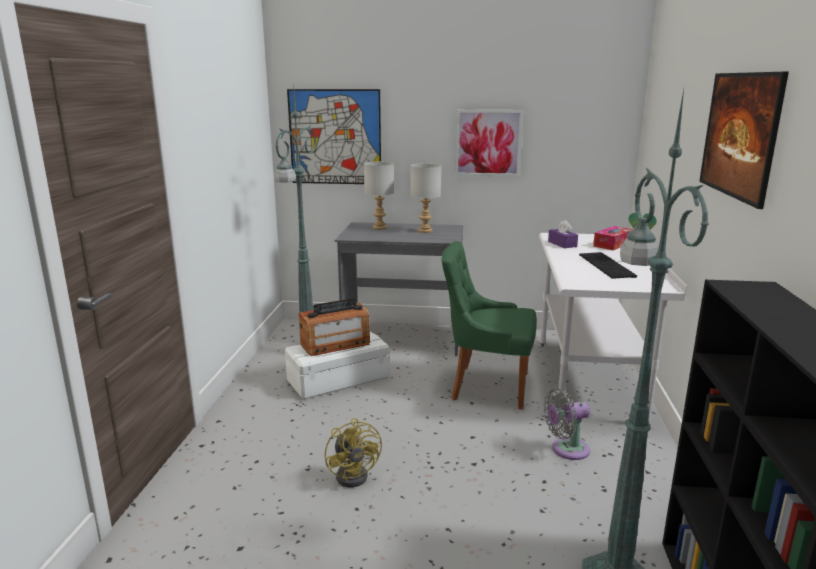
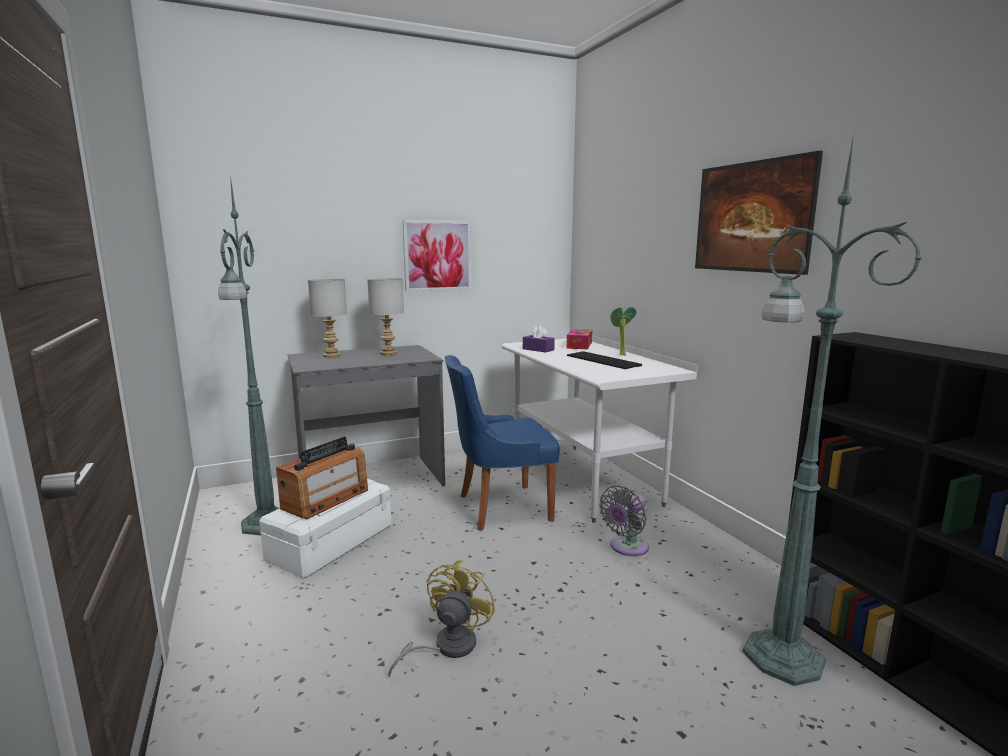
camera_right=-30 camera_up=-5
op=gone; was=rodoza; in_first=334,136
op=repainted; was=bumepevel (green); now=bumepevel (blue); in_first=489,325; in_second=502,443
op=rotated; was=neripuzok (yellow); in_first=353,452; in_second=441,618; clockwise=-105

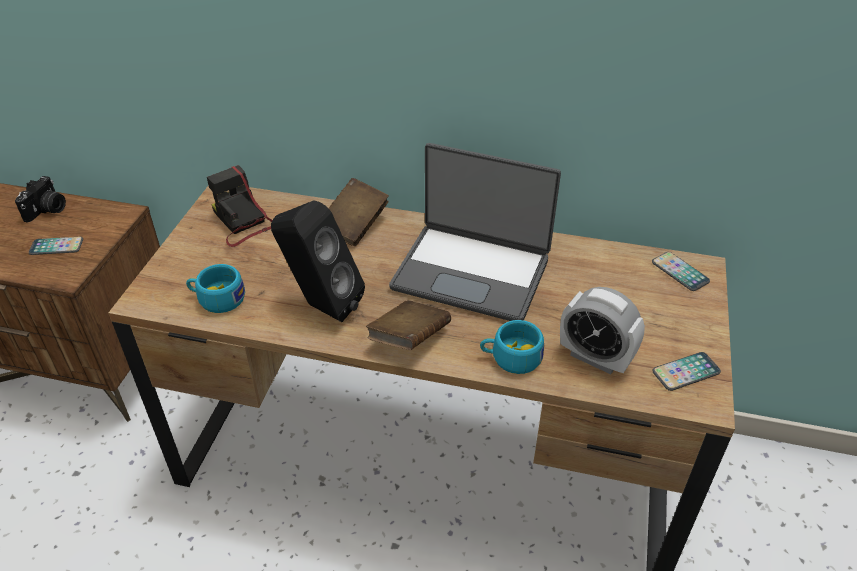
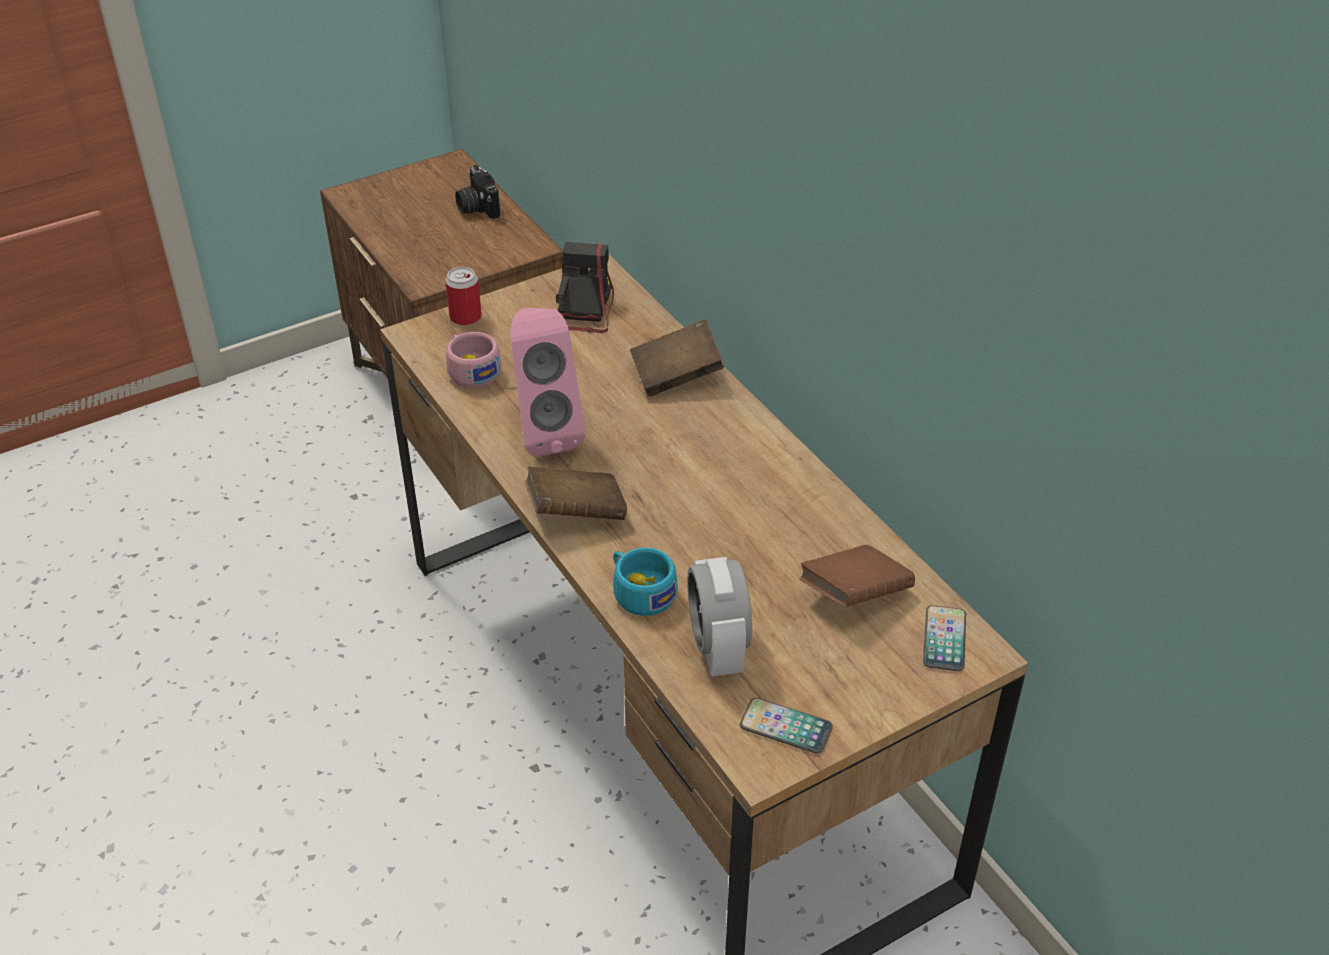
camera_right=45 camera_up=0
op=gone; was=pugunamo; in_first=56,246
op=gone; was=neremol; in_first=475,232
op=new; now=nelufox; in_second=463,296
op=new; now=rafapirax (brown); in_second=857,576
op=repainted; was=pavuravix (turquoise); now=pavuravix (pink); in_first=215,288; in_second=474,360
op=repainted; was=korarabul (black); now=korarabul (pink); in_first=318,261; in_second=547,382
op=rotated; was=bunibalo; in_first=40,199; in_second=477,192; clockwise=90

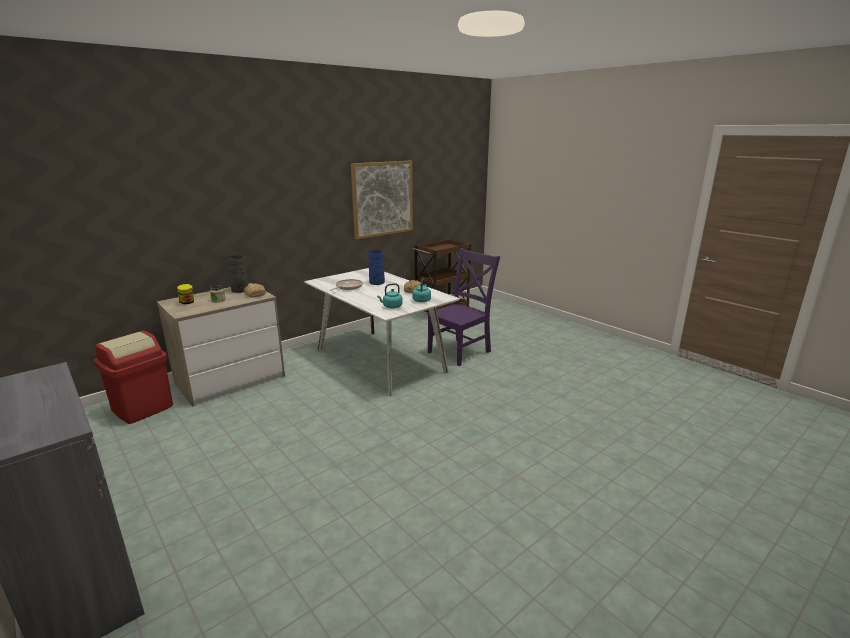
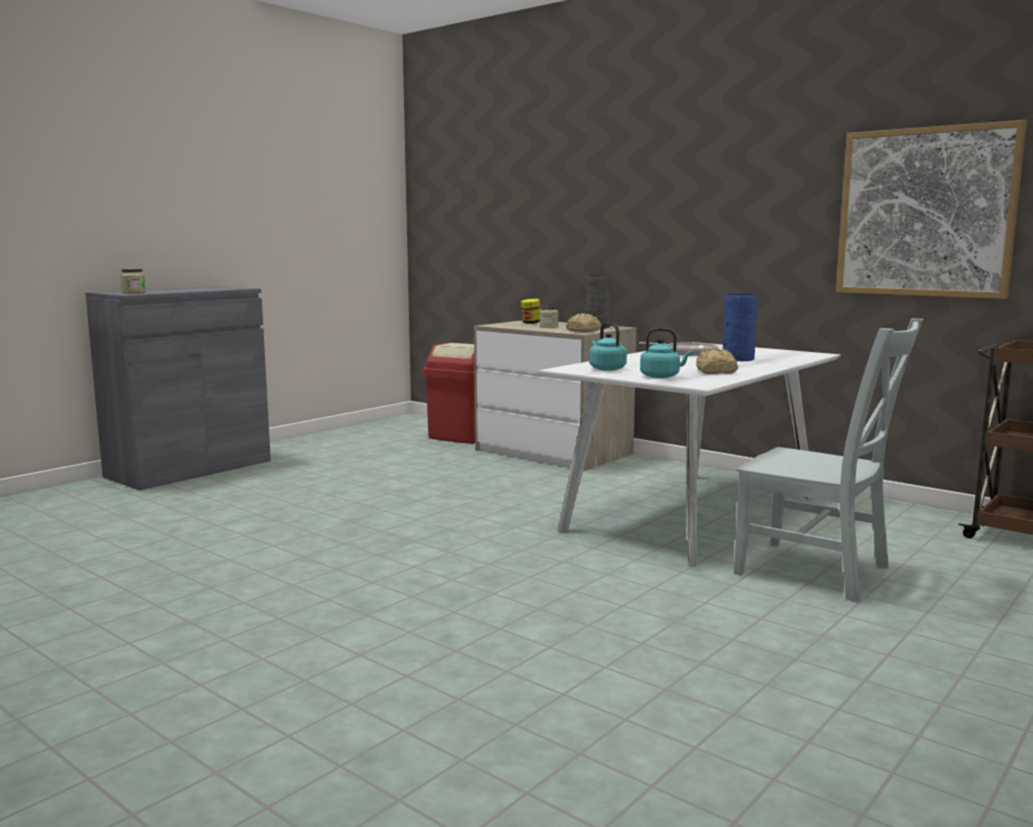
camera_right=80 camera_up=-10
op=new; now=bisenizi; in_second=133,281
op=repainted; was=bumepevel (purple); now=bumepevel (grey); in_first=463,307; in_second=828,461

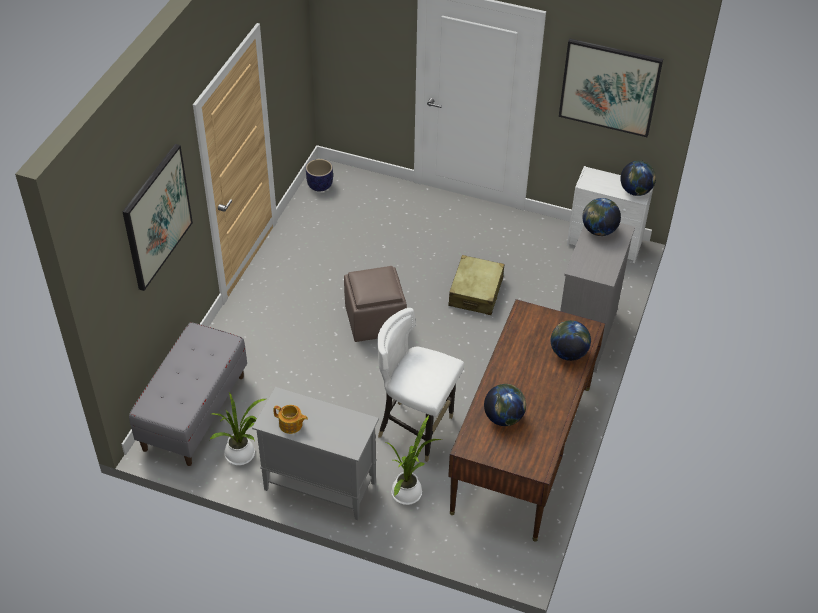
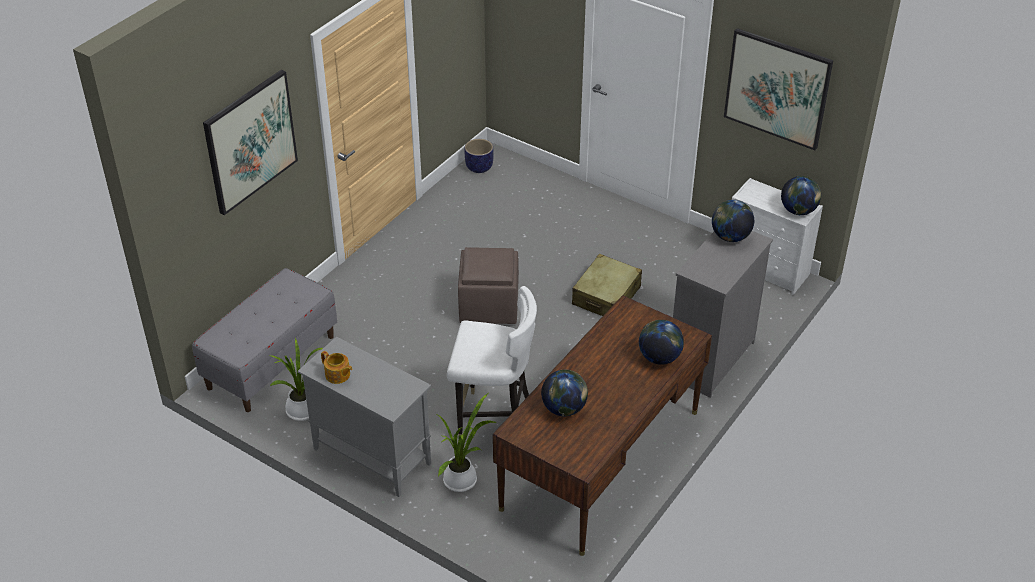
camera_right=15 camera_up=-5
op=rotated; was=bumepevel (white); in_first=420,385; in_second=492,360; clockwise=150

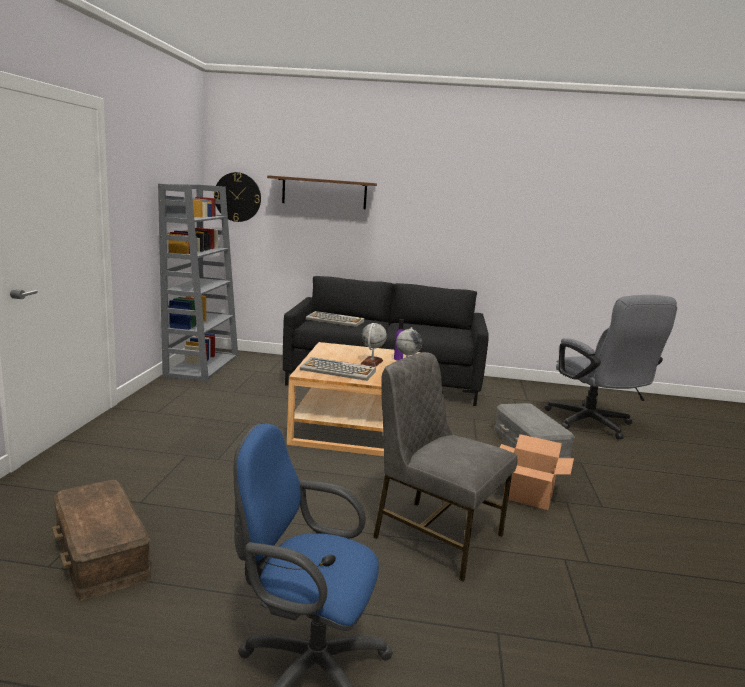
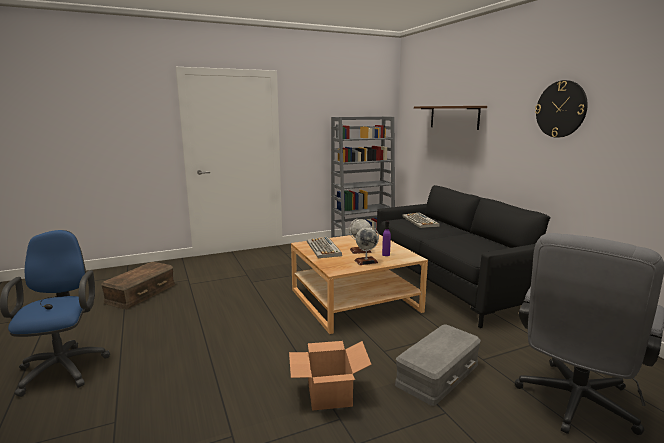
camera_right=60 camera_up=0
op=gone; was=bumepevel (grey); in_first=445,467
op=shifted; was=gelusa; in_first=237,197; in_second=561,109

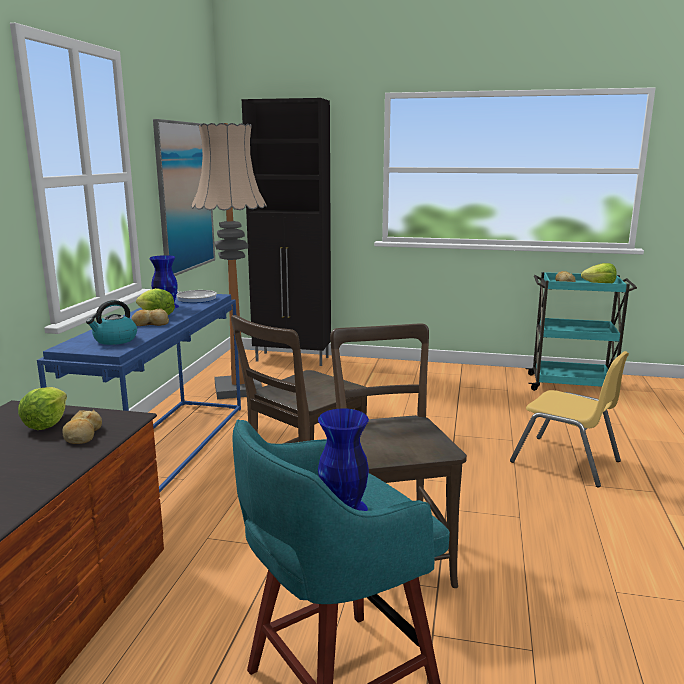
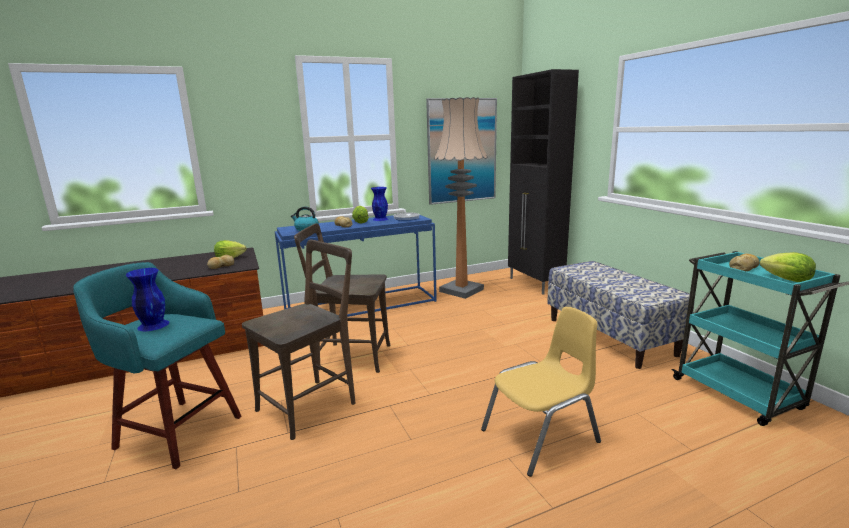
camera_right=55 camera_up=0
op=new; now=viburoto; in_second=620,315
op=rotated; was=bumepevel (yellow); in_first=569,419; in_second=541,392; clockwise=-120

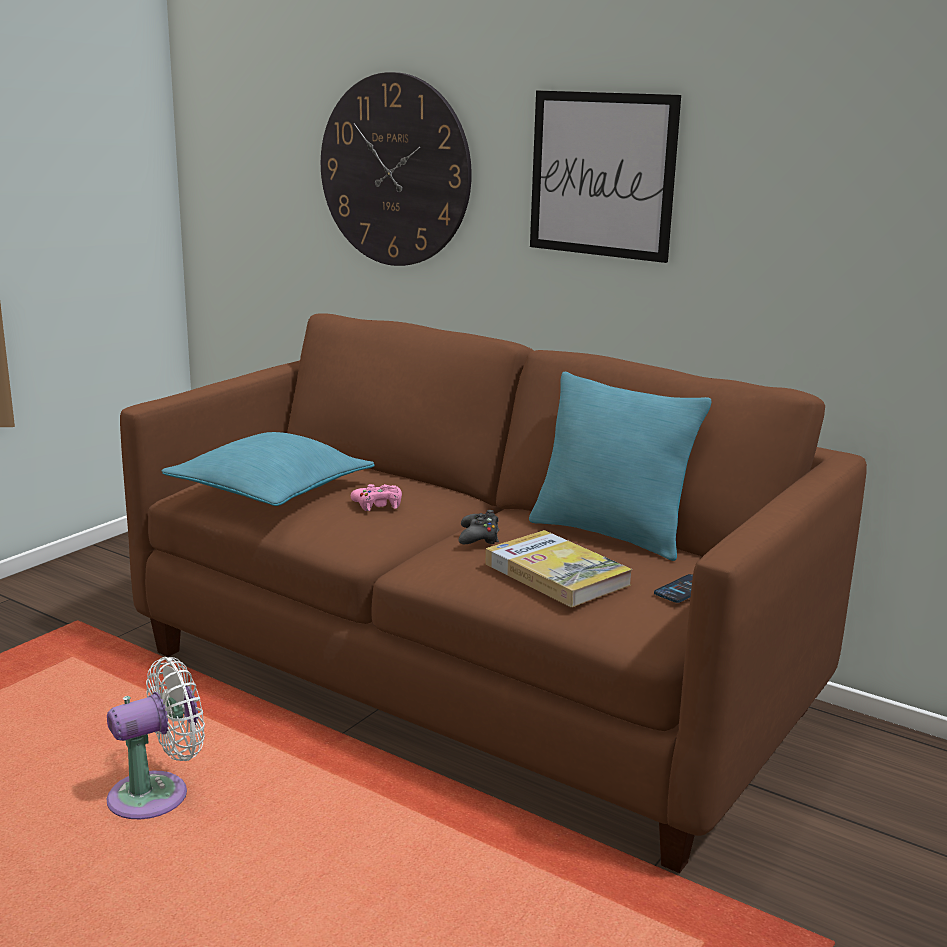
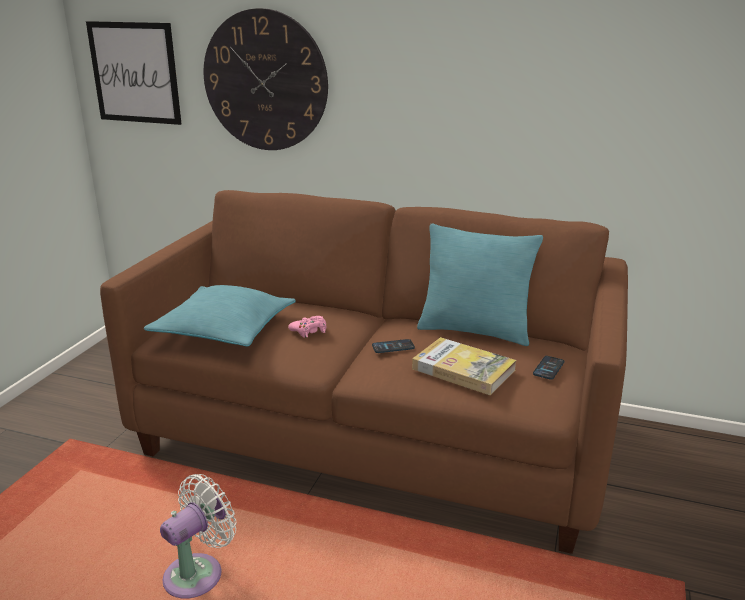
camera_right=-15 camera_up=5
op=shifted; was=rodoza; in_first=605,176; in_second=133,73
op=swapped; was=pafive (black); now=pugunamo; in_first=479,527; in_second=393,346

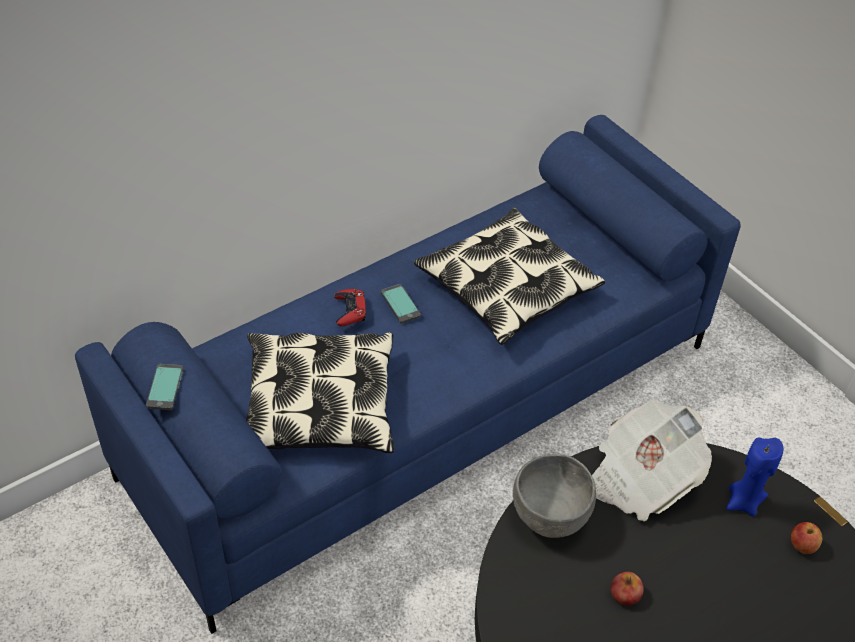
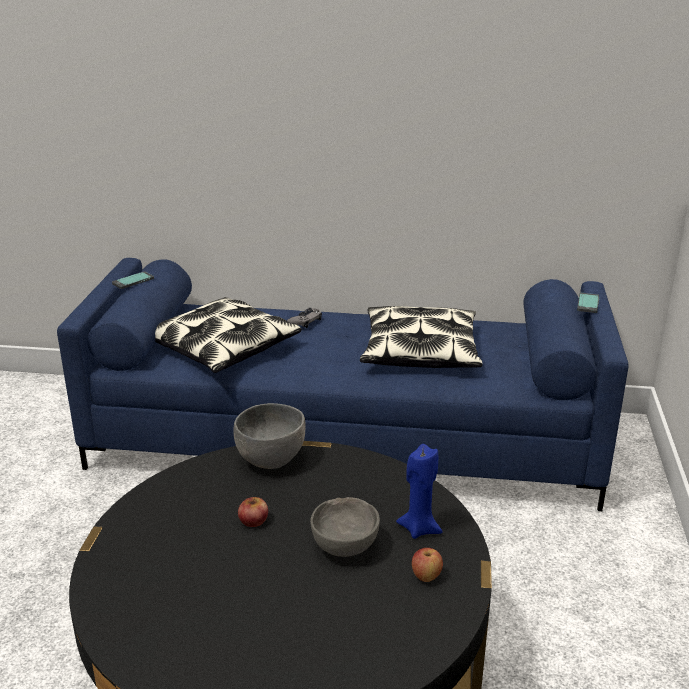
camera_right=45 camera_up=-20
op=gone; was=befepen; in_first=651,460
op=new; now=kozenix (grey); in_second=345,527
op=shifted; was=pugunamo; in_first=401,304; in_second=588,303
op=repainted; was=pafive (red); now=pafive (grey); in_first=350,307; in_second=304,317

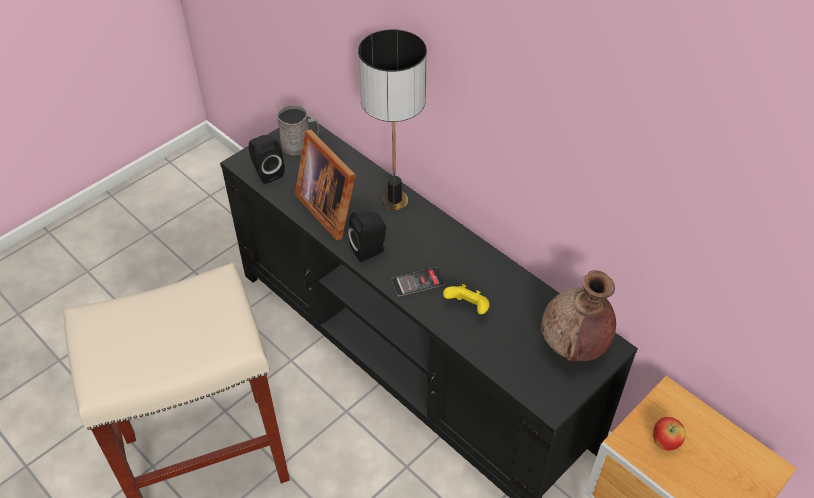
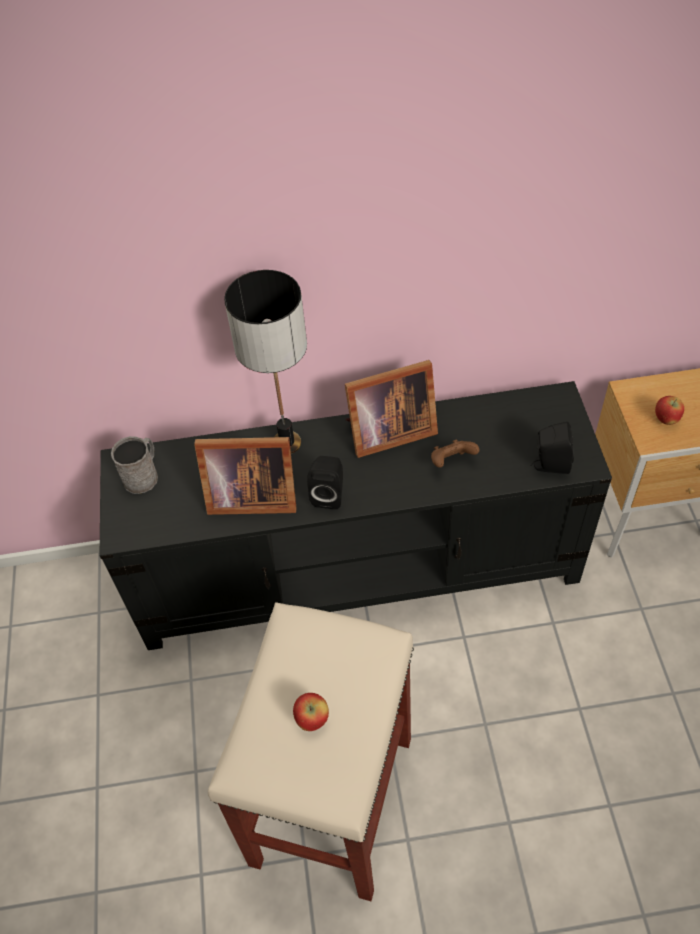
camera_right=-50 camera_up=5
op=gone; was=pugunamo; in_first=418,282
op=gone; was=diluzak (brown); in_first=578,316
op=new; now=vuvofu; in_second=311,712
op=new; now=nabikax; in_second=391,409
op=shifted; was=korarabul (black); in_first=267,159; in_second=552,448
op=repainted; was=pafive (yellow); now=pafive (brown); in_first=466,299; in_second=455,454

